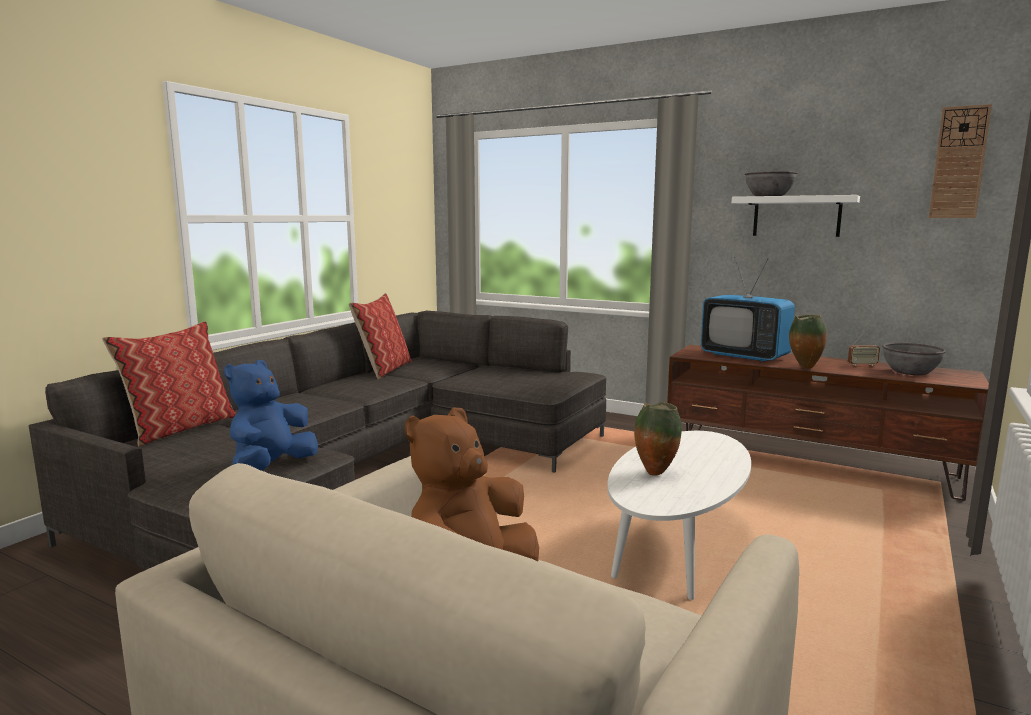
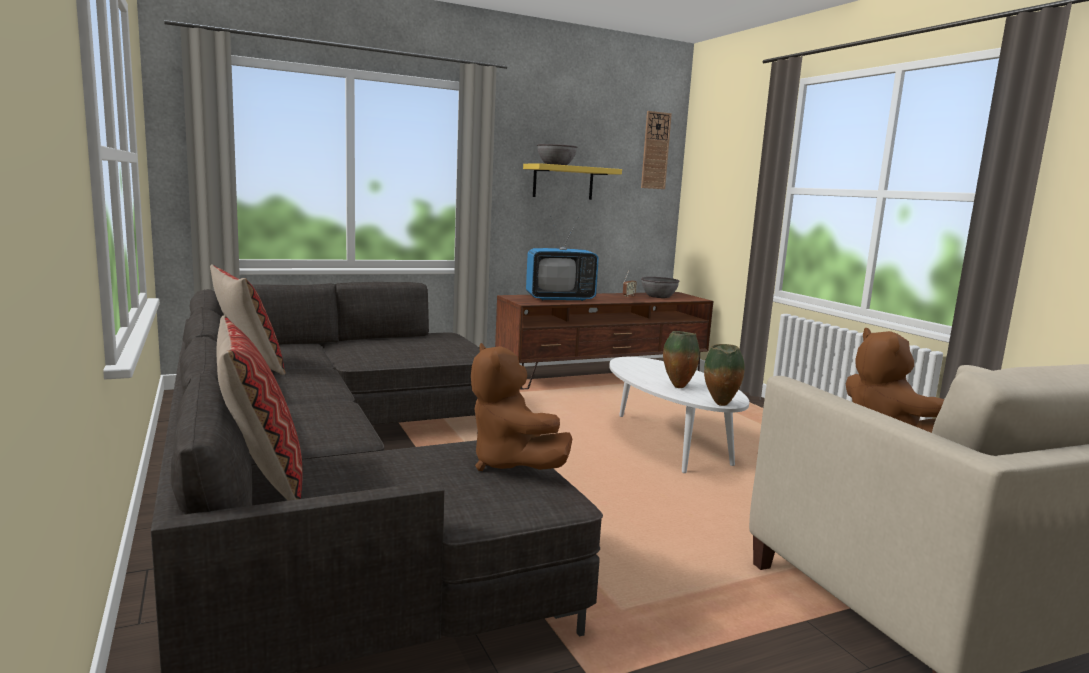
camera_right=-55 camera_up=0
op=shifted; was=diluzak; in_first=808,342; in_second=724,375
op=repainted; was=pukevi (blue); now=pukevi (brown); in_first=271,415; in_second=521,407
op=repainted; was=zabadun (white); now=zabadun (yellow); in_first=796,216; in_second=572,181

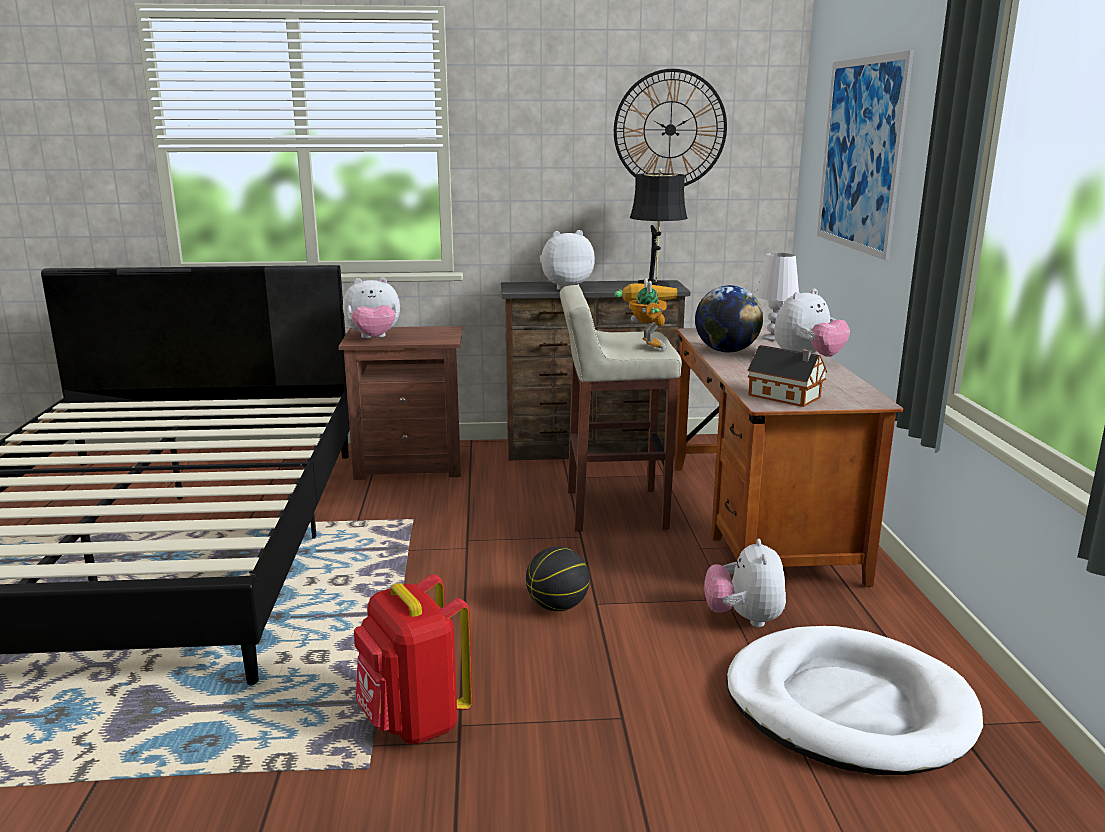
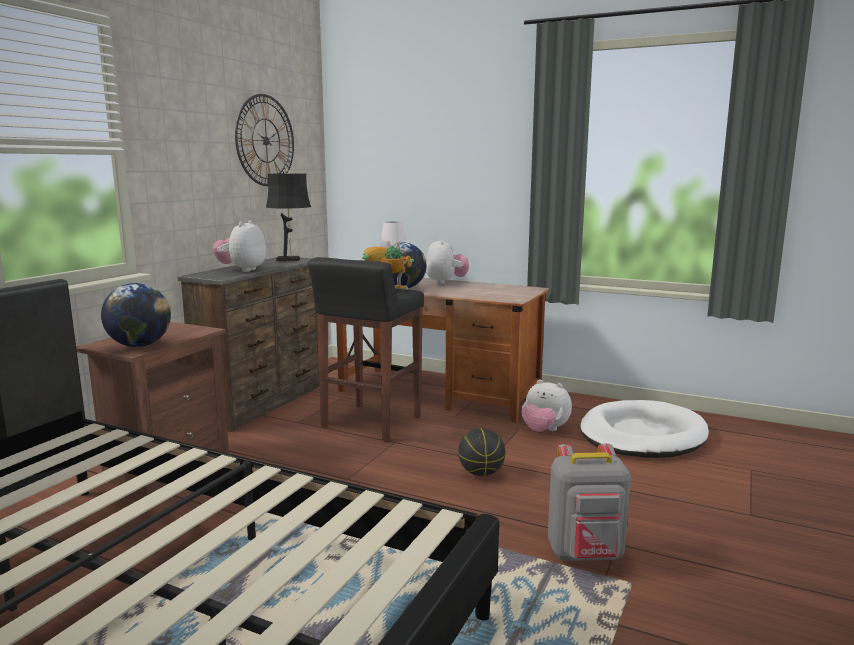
camera_right=-60 camera_up=-5
op=gone; was=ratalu; in_first=787,376
op=gone; was=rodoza; in_first=865,155
op=swapped; was=pukevi; now=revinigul; in_first=371,307; in_second=136,315
op=repainted; was=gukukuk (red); now=gukukuk (grey); in_first=413,659; in_second=589,502
op=repainted; was=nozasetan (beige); now=nozasetan (black); in_first=621,408; in_second=366,349

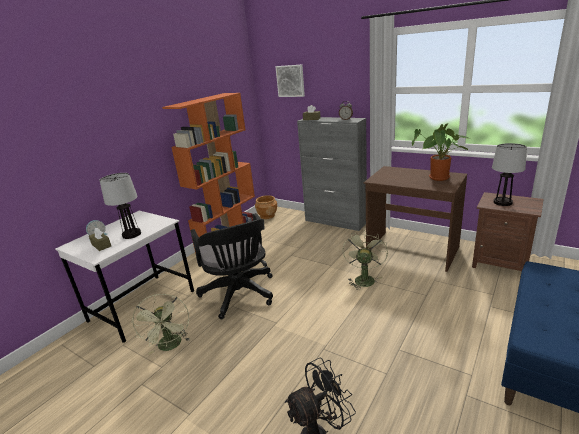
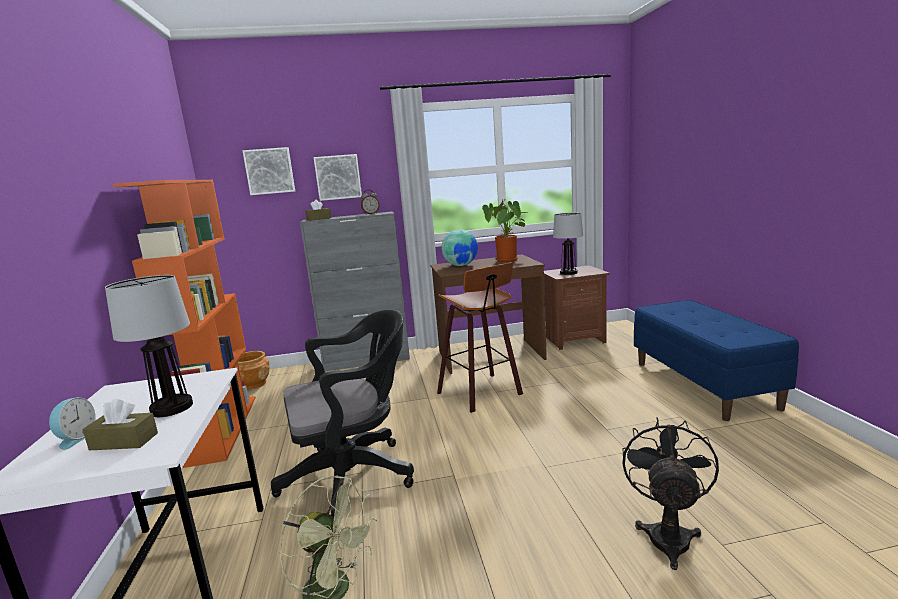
camera_right=-45 camera_up=-10
op=new; now=rodoza; in_second=338,177
op=new; now=revinigul; in_second=460,247
op=swapped; was=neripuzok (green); now=nozasetan; in_first=365,260; in_second=480,338
op=rotated; was=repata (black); in_first=231,266; in_second=342,414; clockwise=-45

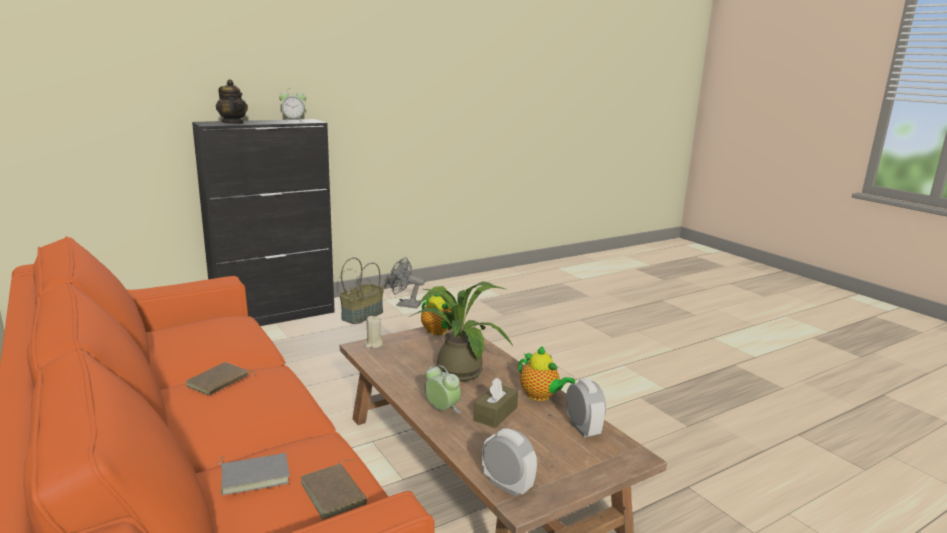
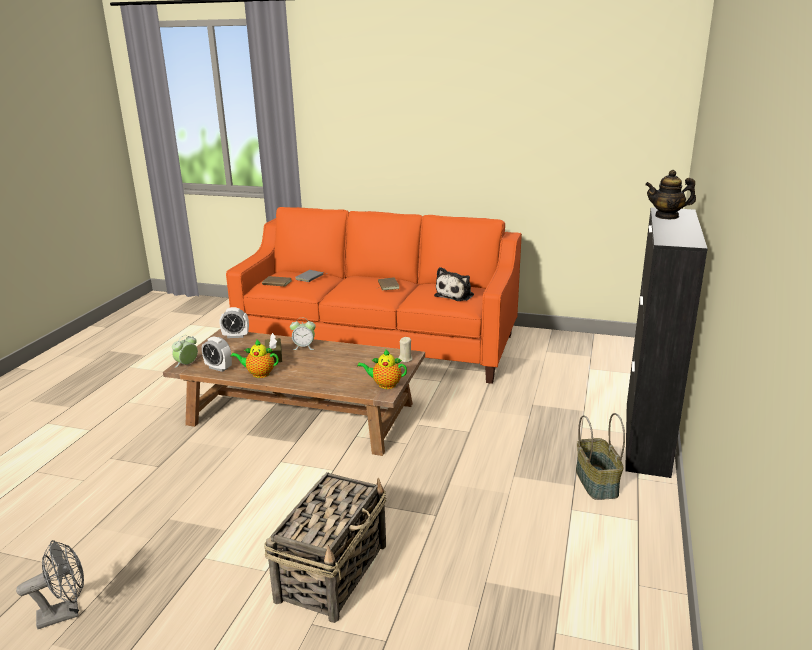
camera_right=140 camera_up=5
op=gone; was=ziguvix; in_first=461,332
op=new; now=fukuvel; in_second=325,547
op=new; now=pukevi; in_second=454,284
op=shifted; was=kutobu; in_first=292,106; in_second=185,351
op=shifted; was=neripuzok (grey); in_first=407,282; in_second=50,584

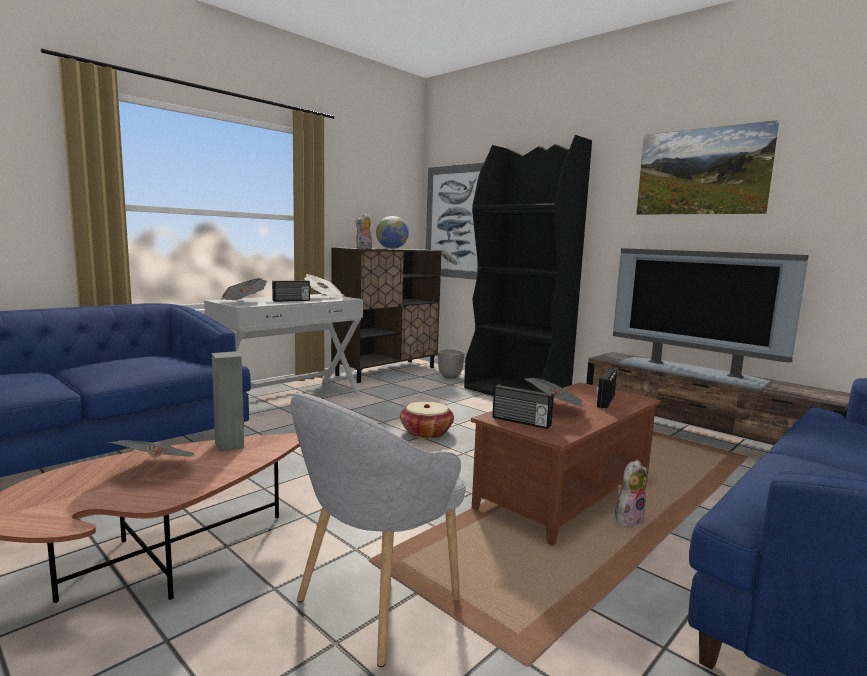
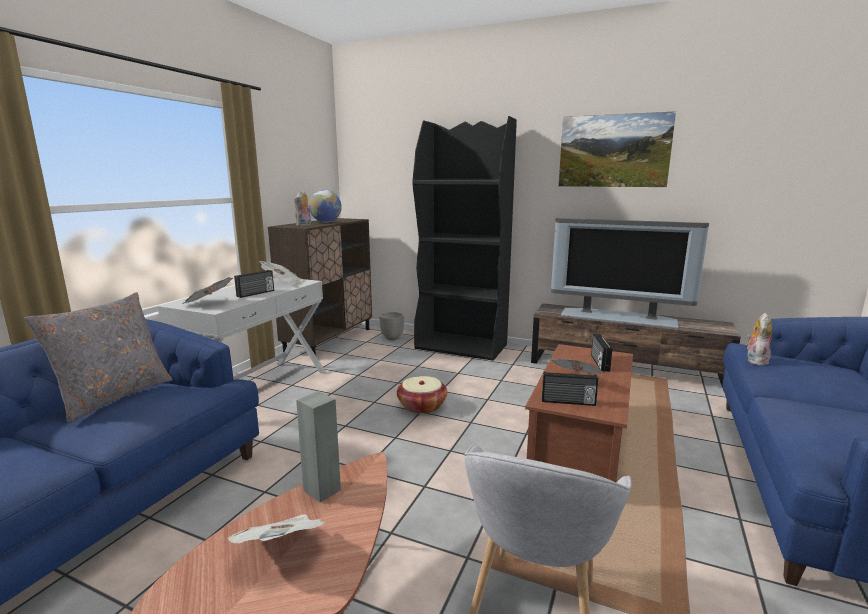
camera_right=-20 camera_up=5
op=gone; was=rodoza; in_first=455,221
op=new; now=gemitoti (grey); in_second=98,357
op=shifted; was=pukevi; in_first=631,493; in_second=759,339

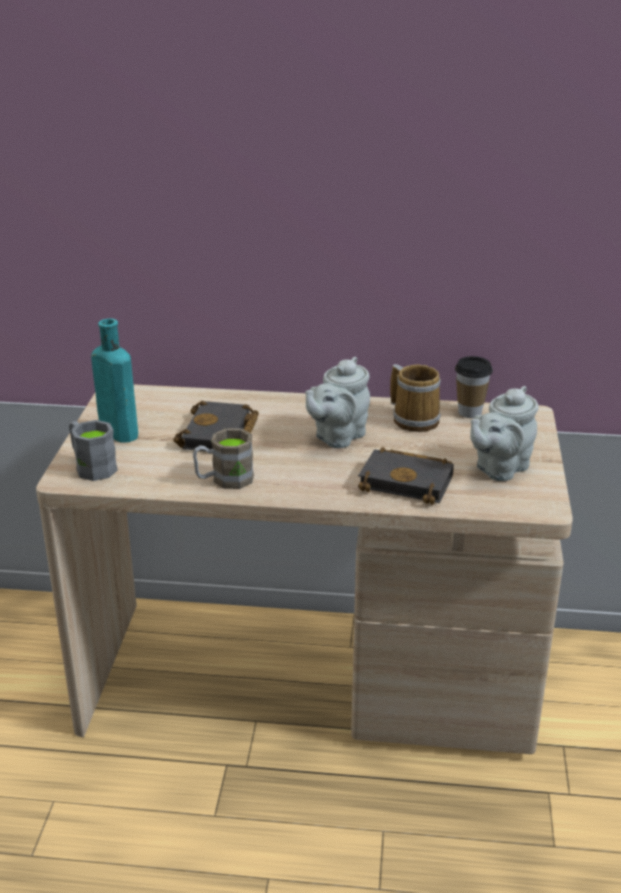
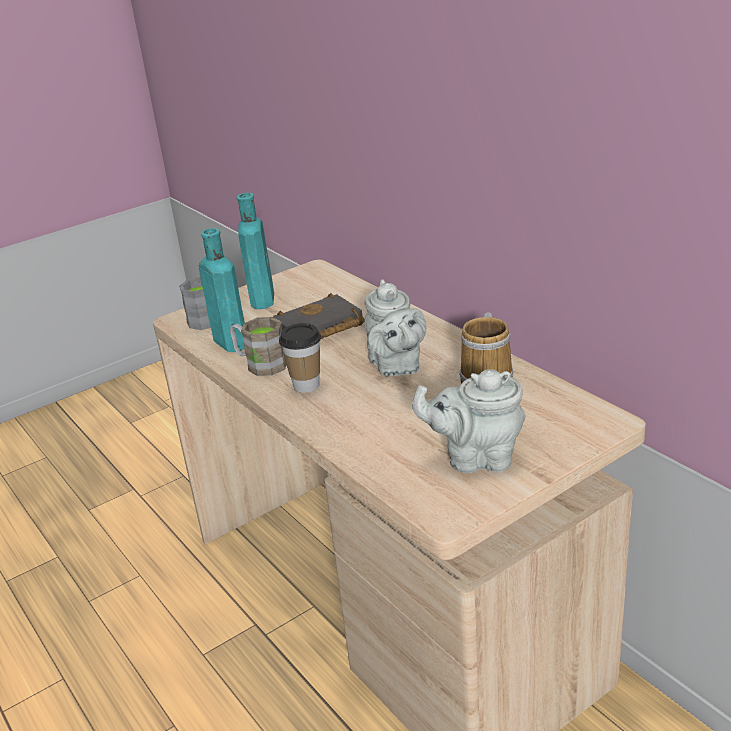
camera_right=50 camera_up=0
op=gone; was=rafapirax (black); in_first=406,476
op=new; now=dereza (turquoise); in_second=222,290
op=shifted; was=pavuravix; in_first=474,387; in_second=300,358
op=rotated; was=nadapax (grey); in_first=337,402; in_second=395,327; clockwise=-105

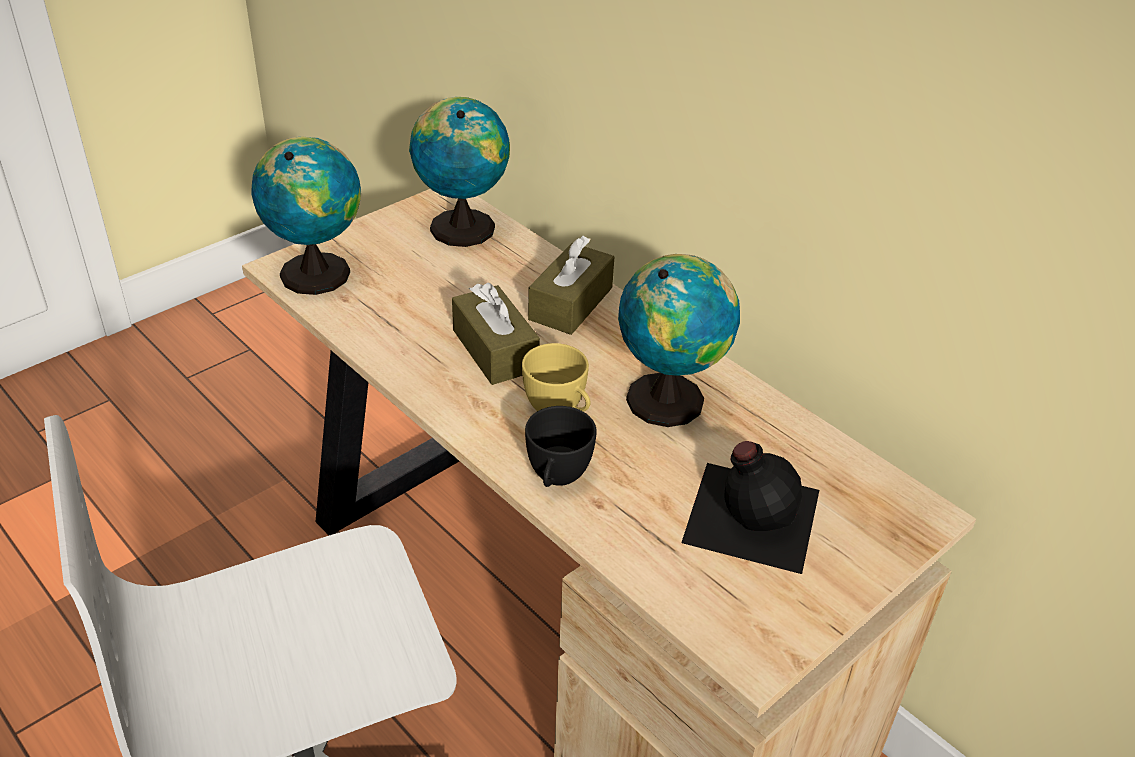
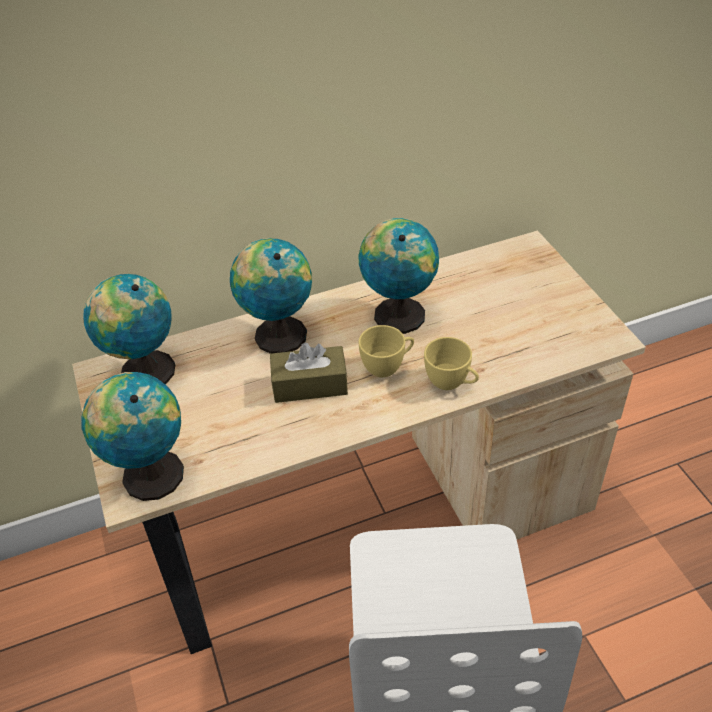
camera_right=-65 camera_up=5
op=gone; was=dereza (black); in_first=750,507
op=swapped; was=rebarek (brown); now=revinigul; in_first=571,285; in_second=271,296
op=repainted; was=pavuravix (black); now=pavuravix (yellow); in_first=561,446; in_second=451,363

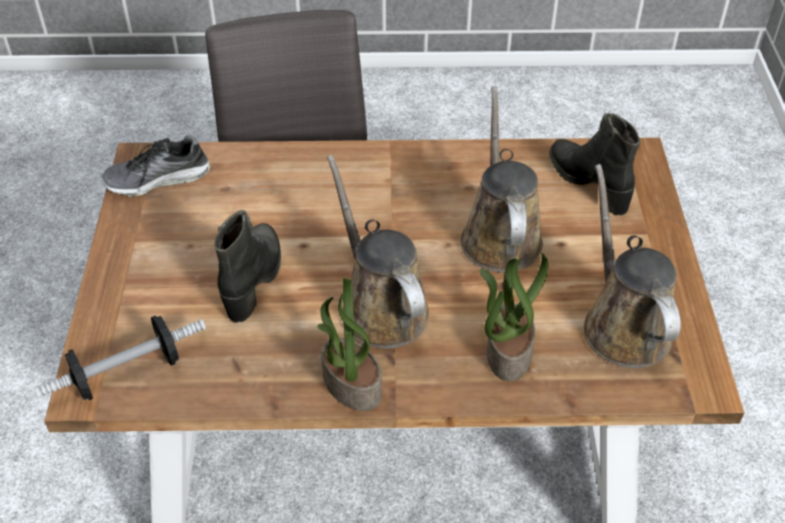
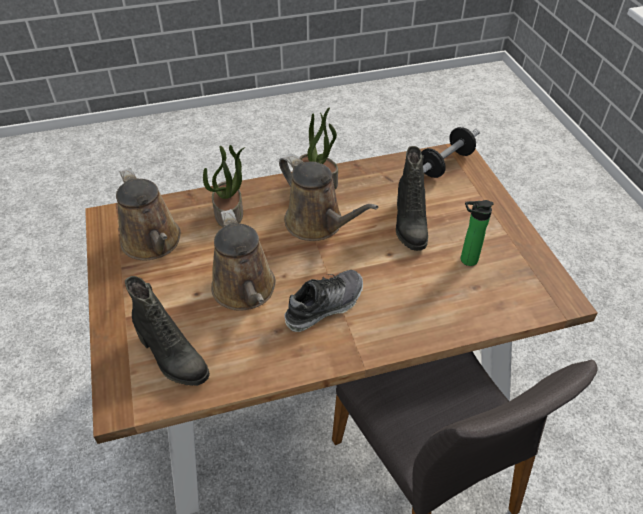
camera_right=165 camera_up=0
op=new; now=dereza; in_second=477,233
op=shifted; was=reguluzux; in_first=155,166; in_second=323,301

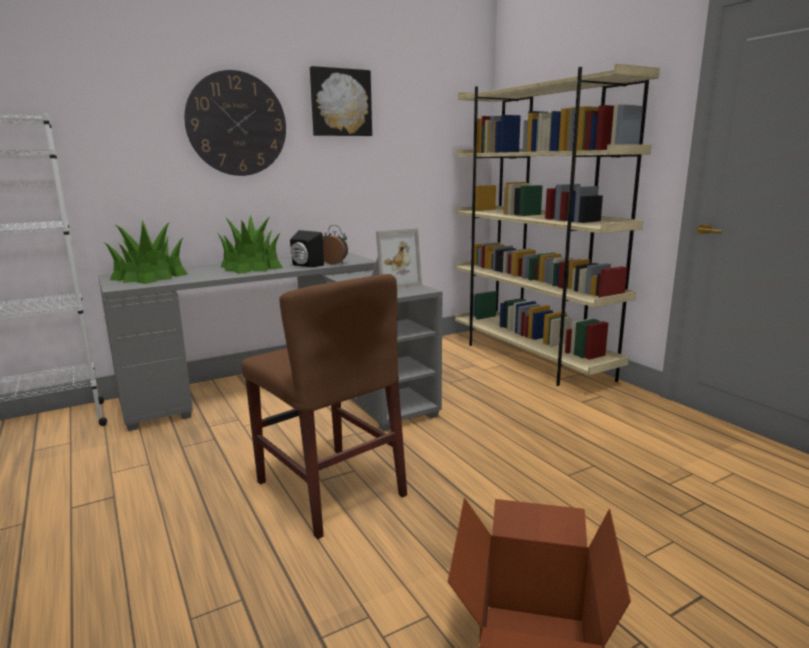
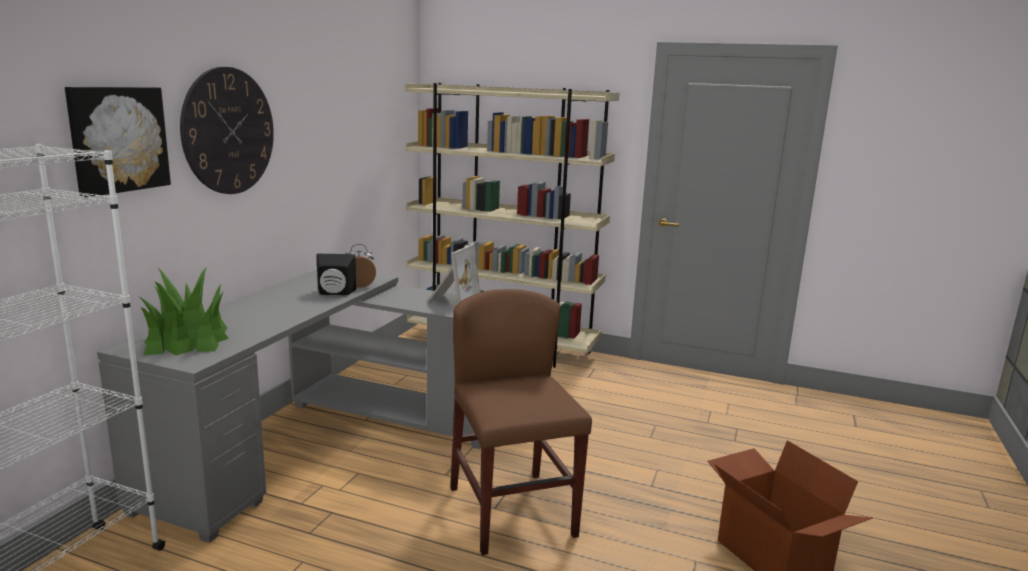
camera_right=-40 camera_up=0
op=gone; was=ziguvix; in_first=250,244
op=shifted; was=rodoza; in_first=341,101; in_second=118,142
op=rotated; was=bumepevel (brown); in_first=324,406; in_second=521,422; clockwise=-120

